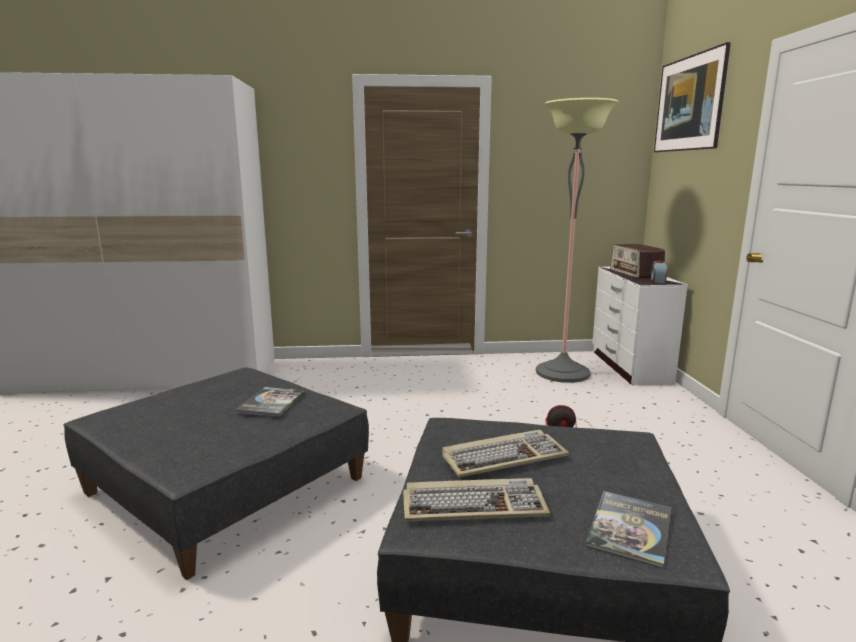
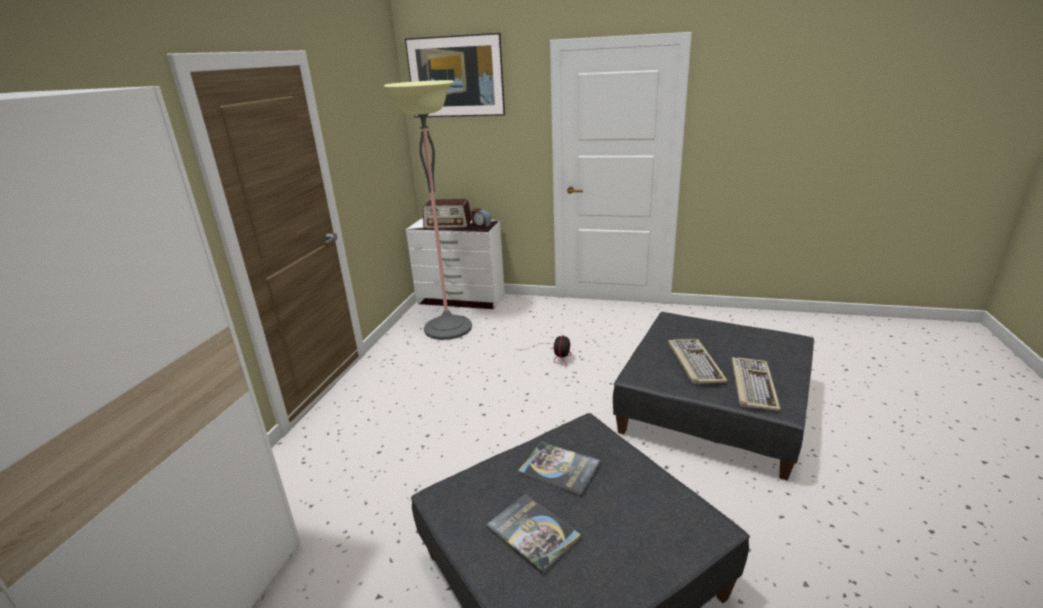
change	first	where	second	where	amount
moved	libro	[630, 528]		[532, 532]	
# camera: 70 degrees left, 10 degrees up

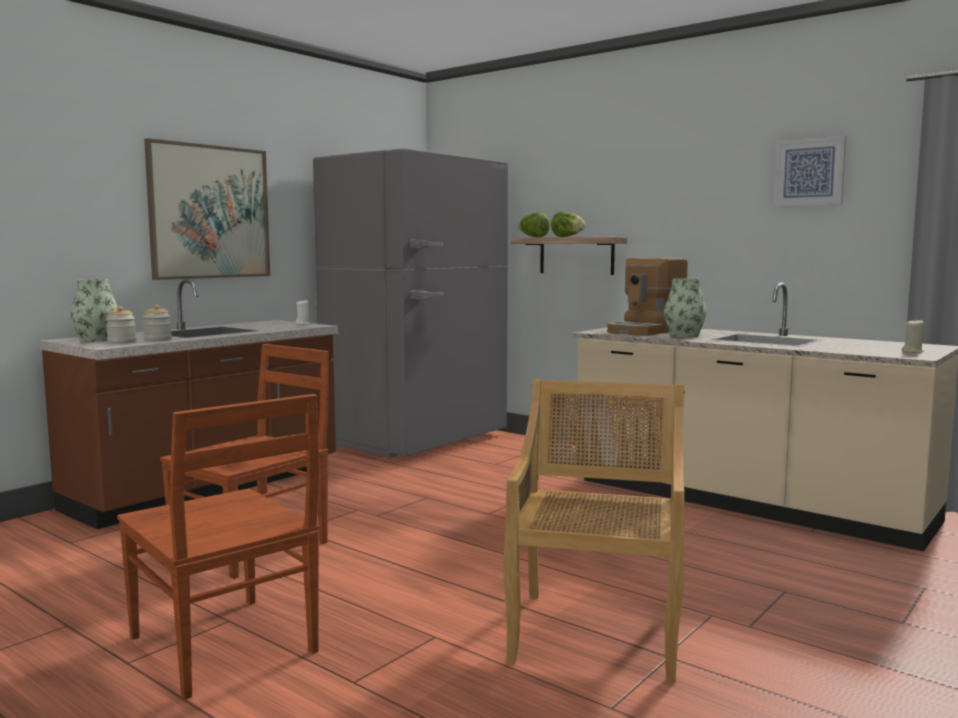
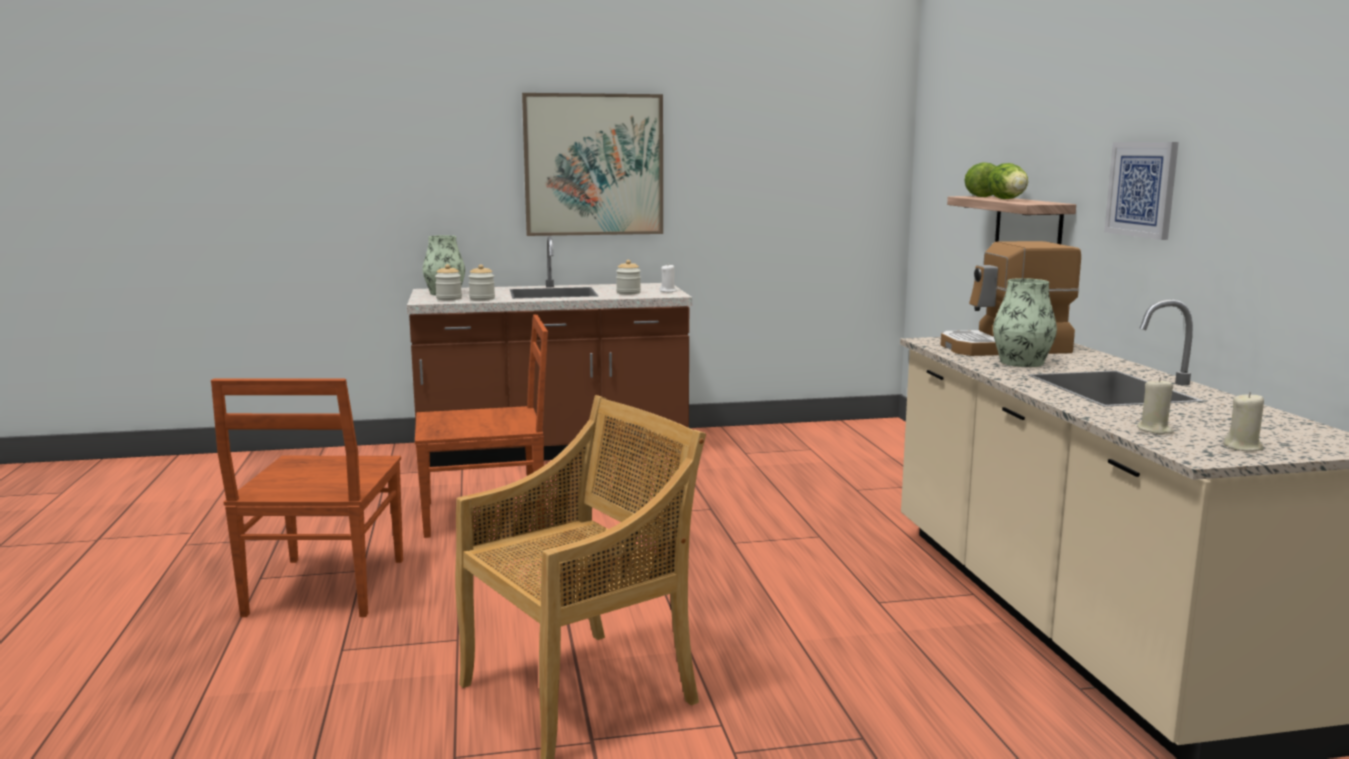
change	first	where	second	where	amount
moved	cuadro	[809, 172]		[1142, 189]	
removed	nevera (gris)	[417, 440]			
added			tarro	[628, 293]	
added			vela (beis)	[1154, 430]	
# camera: 40 degrees right, 5 degrees up

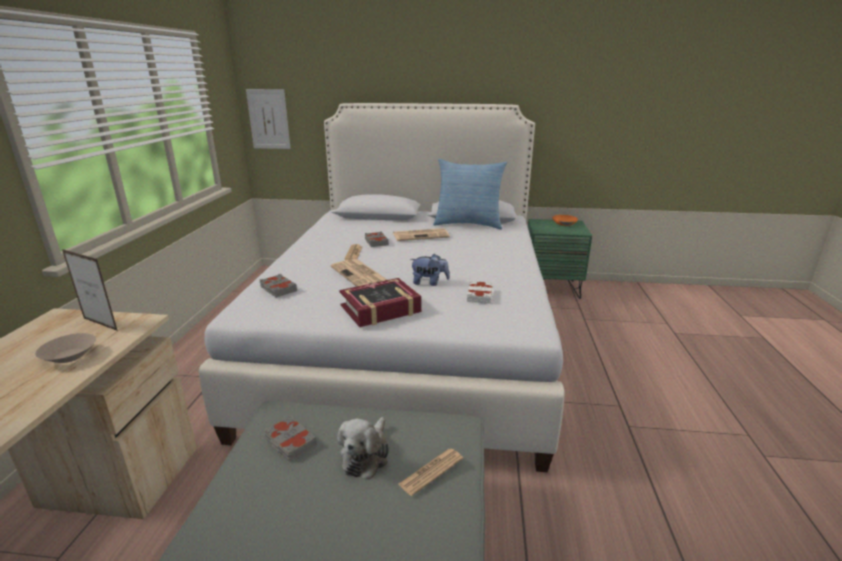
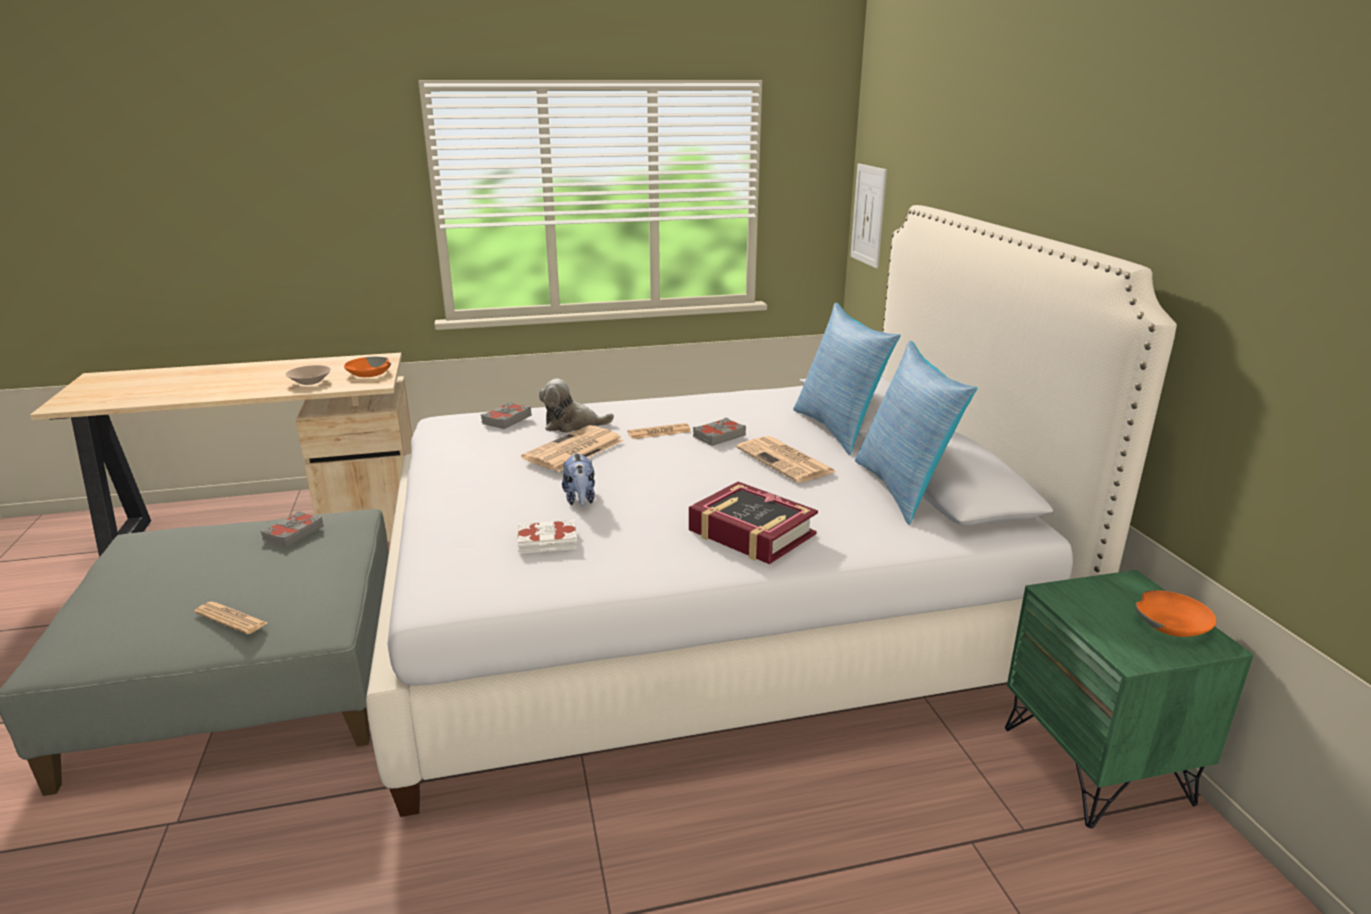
change	first	where	second	where	amount
replaced	portarretratos	[100, 324]	cuenco (naranja)	[369, 373]	
moved	libro	[380, 309]		[751, 533]	
moved	peluche	[366, 455]		[572, 425]	
added			cojín	[839, 429]	
# camera: 70 degrees right, 0 degrees up

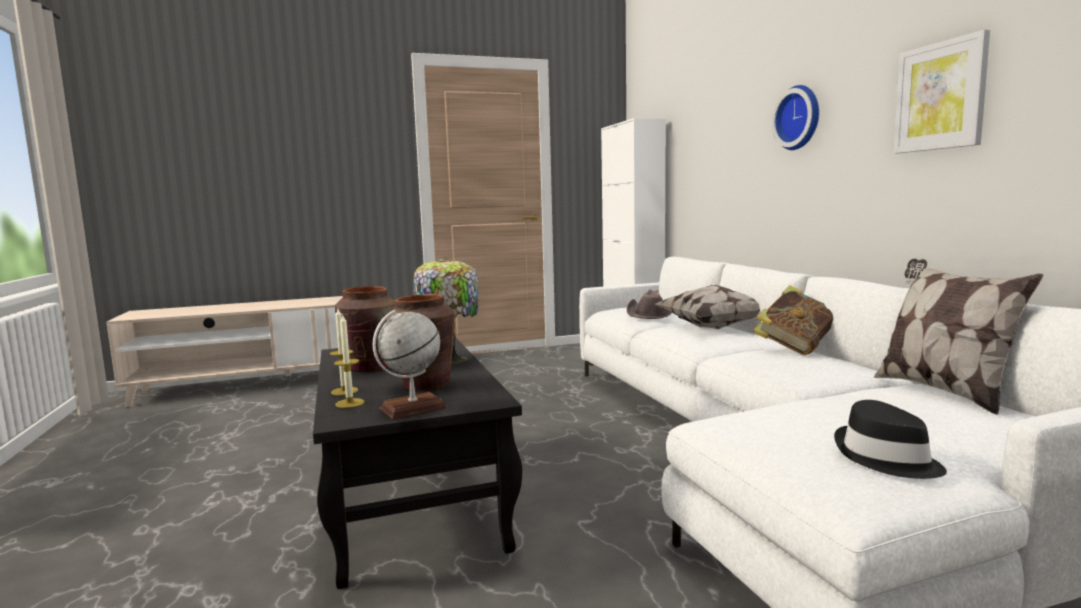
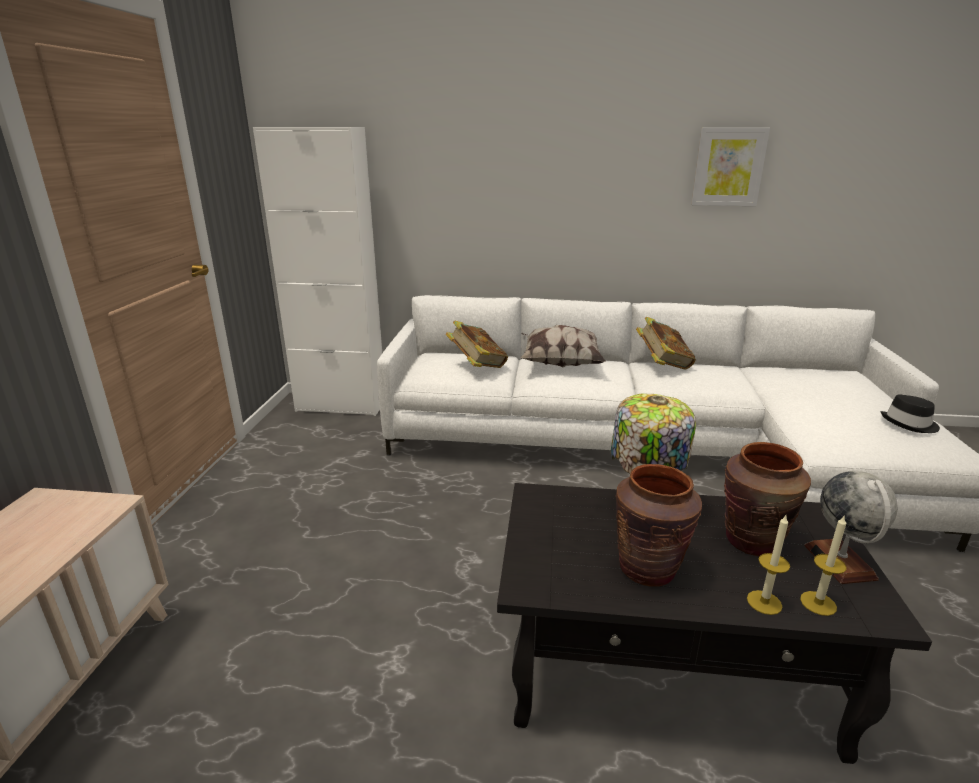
change	first	where	second	where	amount
removed	reloj de pared	[800, 118]			
removed	cojín	[943, 391]			
replaced	sombrero (marrón)	[651, 314]	libro	[477, 366]	
# camera: 65 degrees left, 15 degrees up

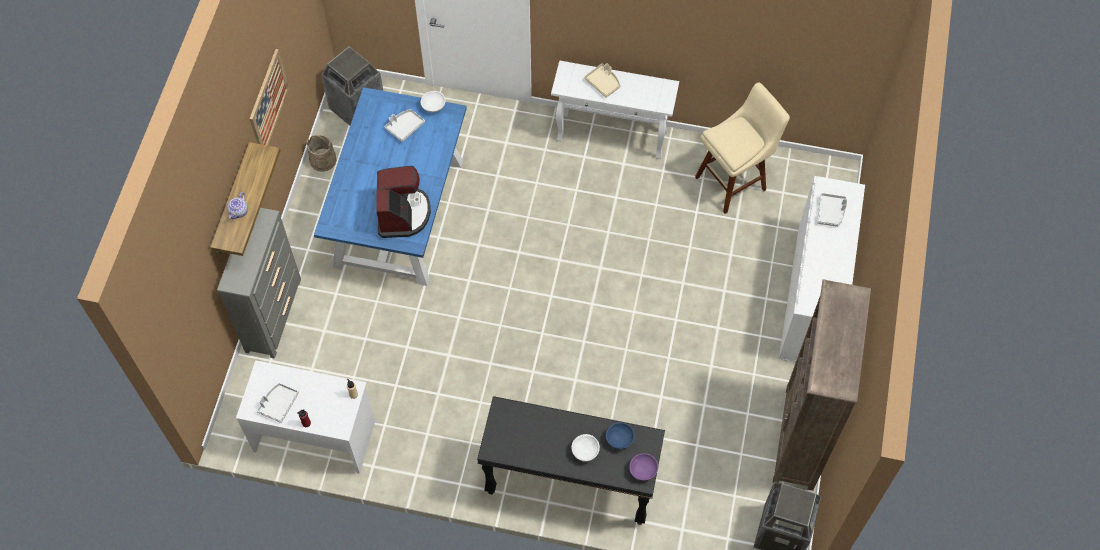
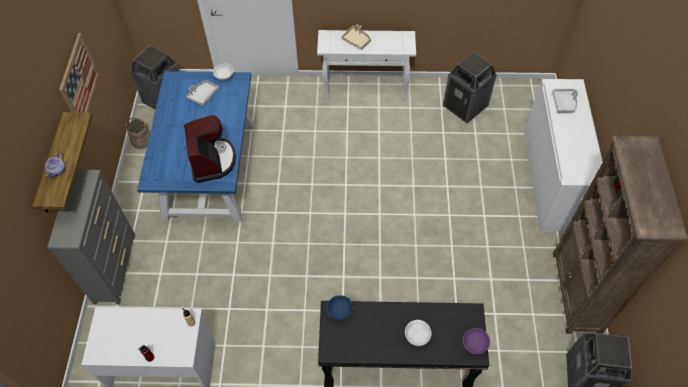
change	first	where	second	where	amount
replaced	taburete (beis)	[734, 181]	papelera	[465, 106]	
removed	bandeja (gris)	[278, 404]			
moved	cuenco (azul)	[619, 440]		[340, 312]	
# camera: 10 degrees left, 5 degrees down

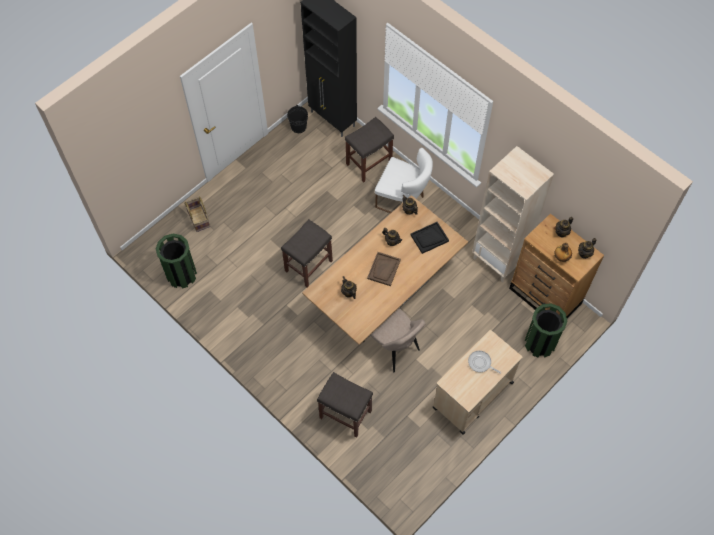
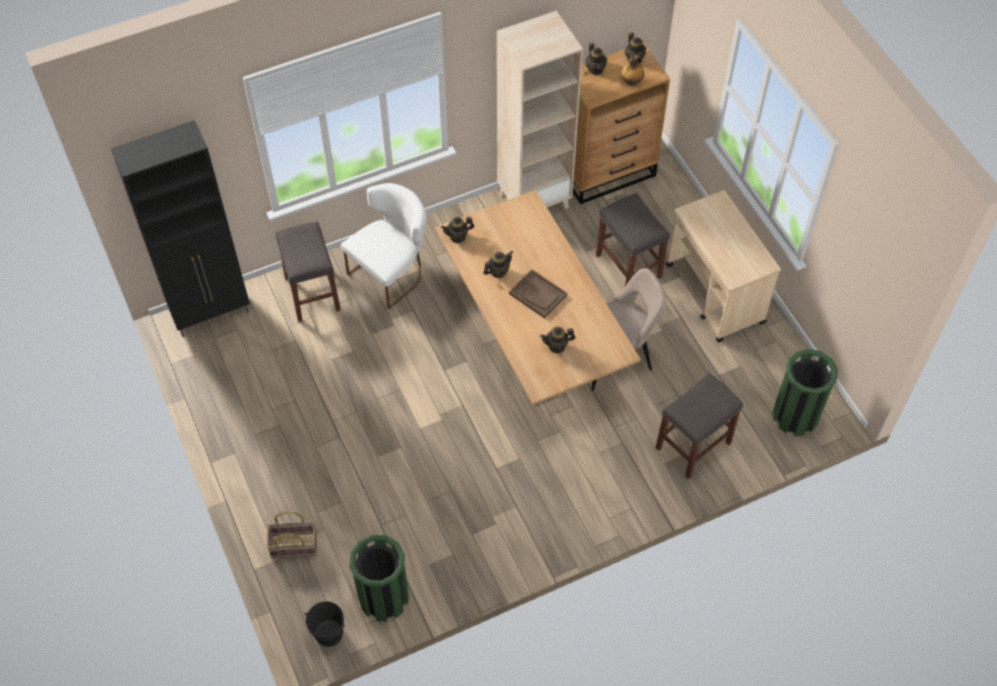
change	first	where	second	where	amount
moved	cubo (negro)	[298, 127]		[328, 633]	
moved	taburete (gris)	[308, 265]		[627, 266]	
removed	bandeja (negro)	[429, 238]			
moved	papelera (verde)	[539, 343]		[795, 416]	
removed	sartén	[481, 363]			
# camera: 70 degrees left, 5 degrees down

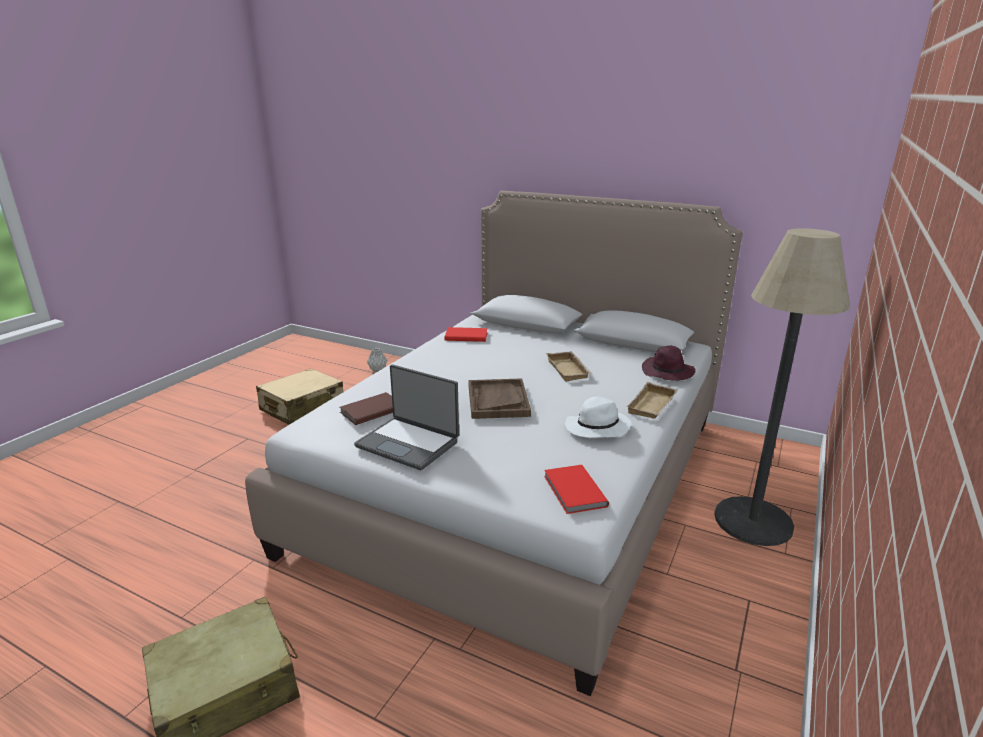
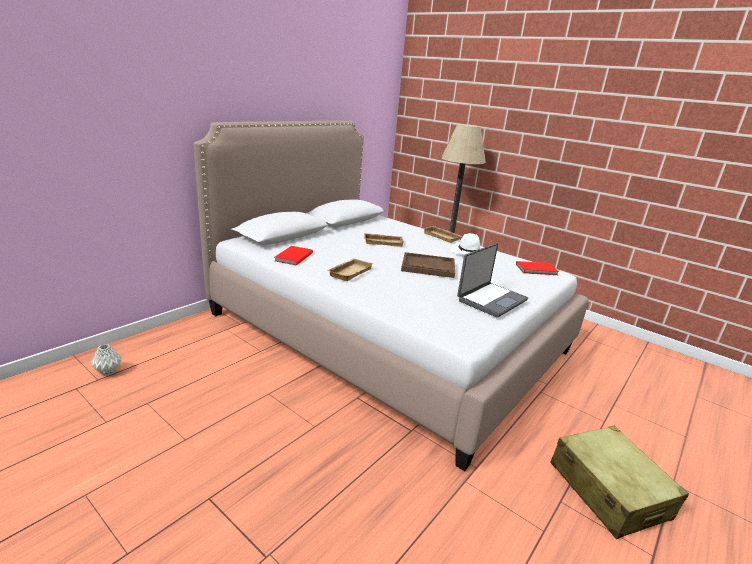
change	first	where	second	where	amount
removed	sombrero (morado)	[668, 372]			
removed	maleta (beis)	[302, 408]			
removed	libro (marrón)	[370, 410]			
added			bandeja (beis)	[349, 272]	
# camera: 80 degrees left, 0 degrees up

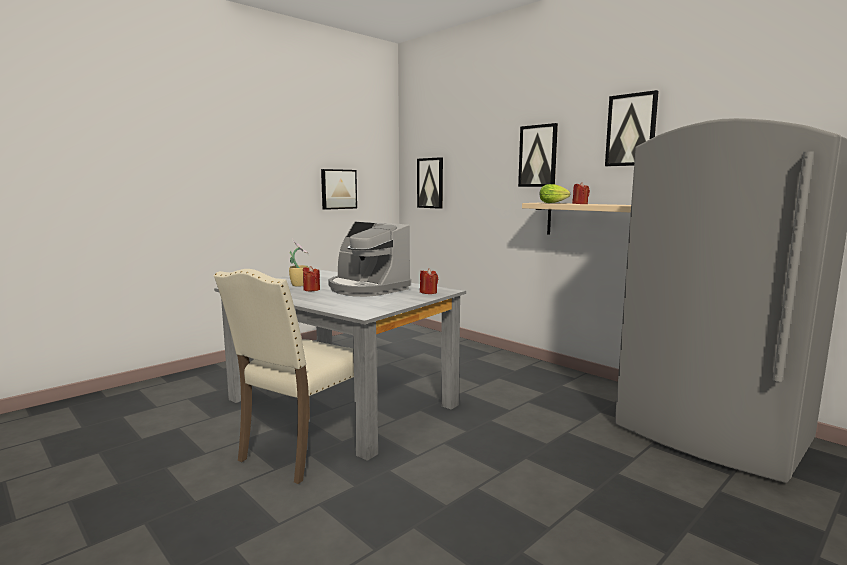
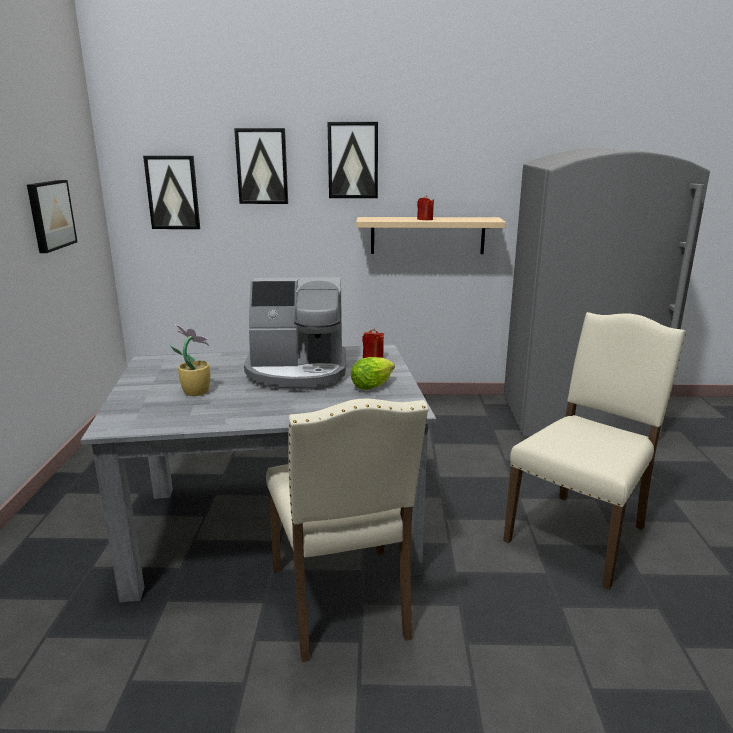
change	first	where	second	where	amount
moved	cuadro	[631, 130]		[262, 166]	
moved	lechuga	[554, 203]		[374, 385]	
removed	vela (rojo)	[311, 289]			
added			silla (beis)	[580, 534]	
# camera: 45 degrees left, 10 degrees up

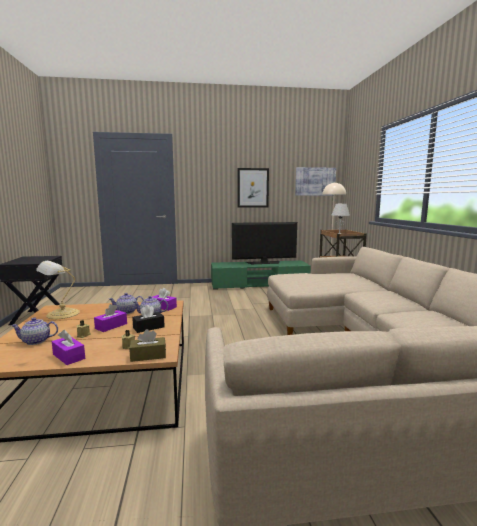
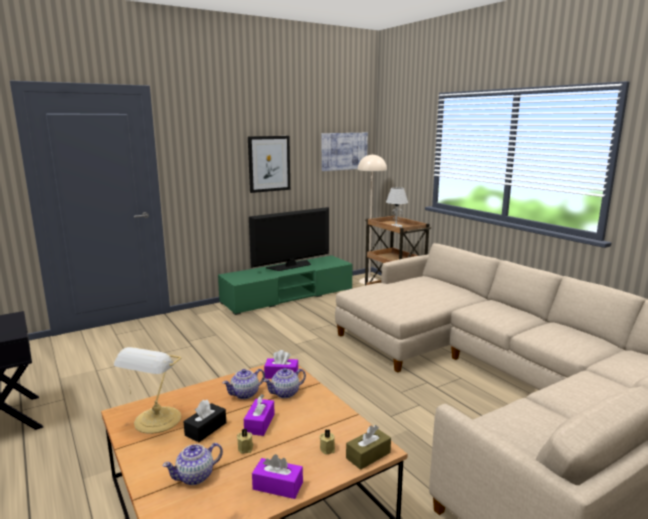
change	first	where	second	where	amount
moved	caja de pañuelos (negro)	[148, 327]		[206, 429]	
# camera: 25 degrees left, 5 degrees up

